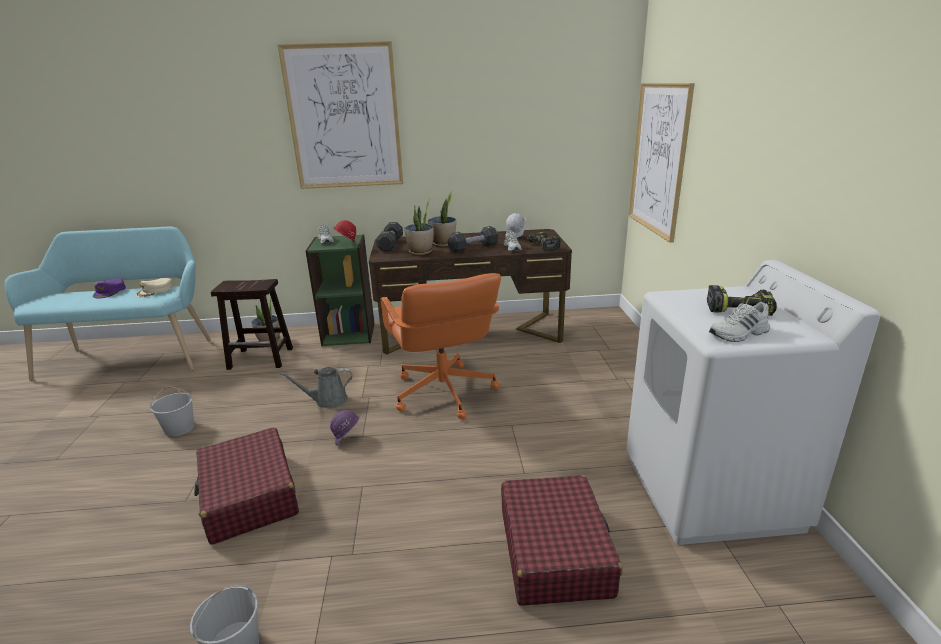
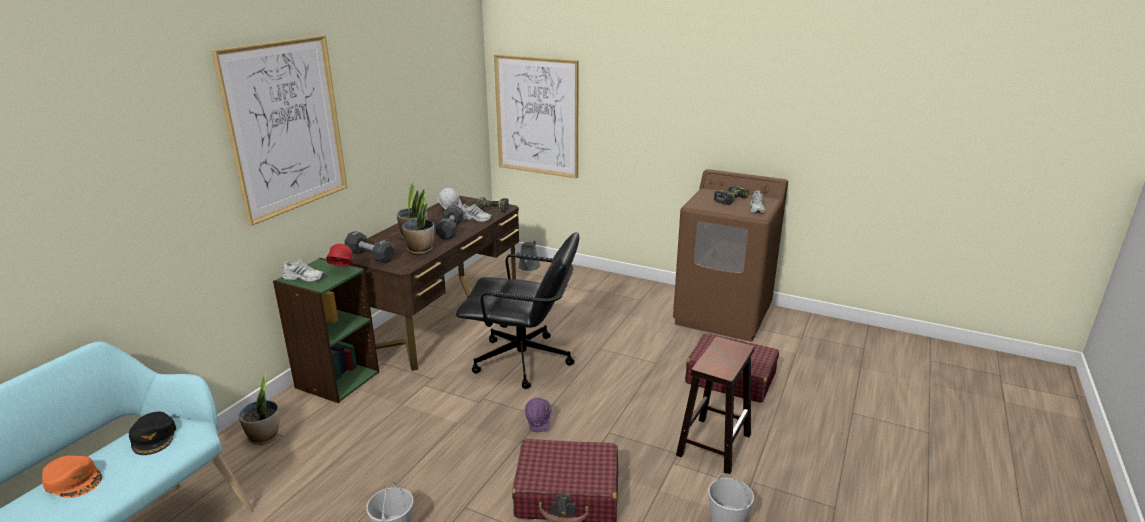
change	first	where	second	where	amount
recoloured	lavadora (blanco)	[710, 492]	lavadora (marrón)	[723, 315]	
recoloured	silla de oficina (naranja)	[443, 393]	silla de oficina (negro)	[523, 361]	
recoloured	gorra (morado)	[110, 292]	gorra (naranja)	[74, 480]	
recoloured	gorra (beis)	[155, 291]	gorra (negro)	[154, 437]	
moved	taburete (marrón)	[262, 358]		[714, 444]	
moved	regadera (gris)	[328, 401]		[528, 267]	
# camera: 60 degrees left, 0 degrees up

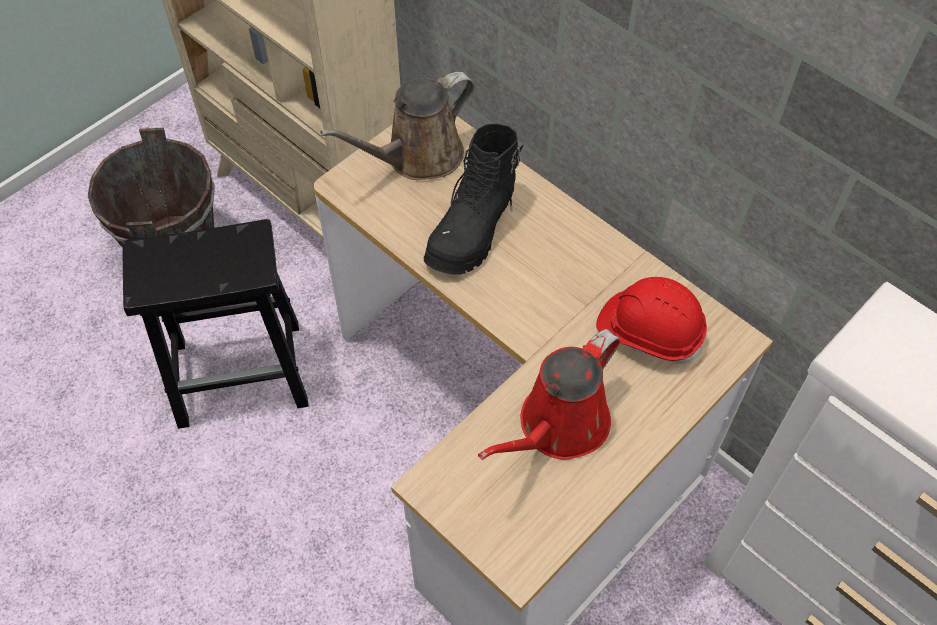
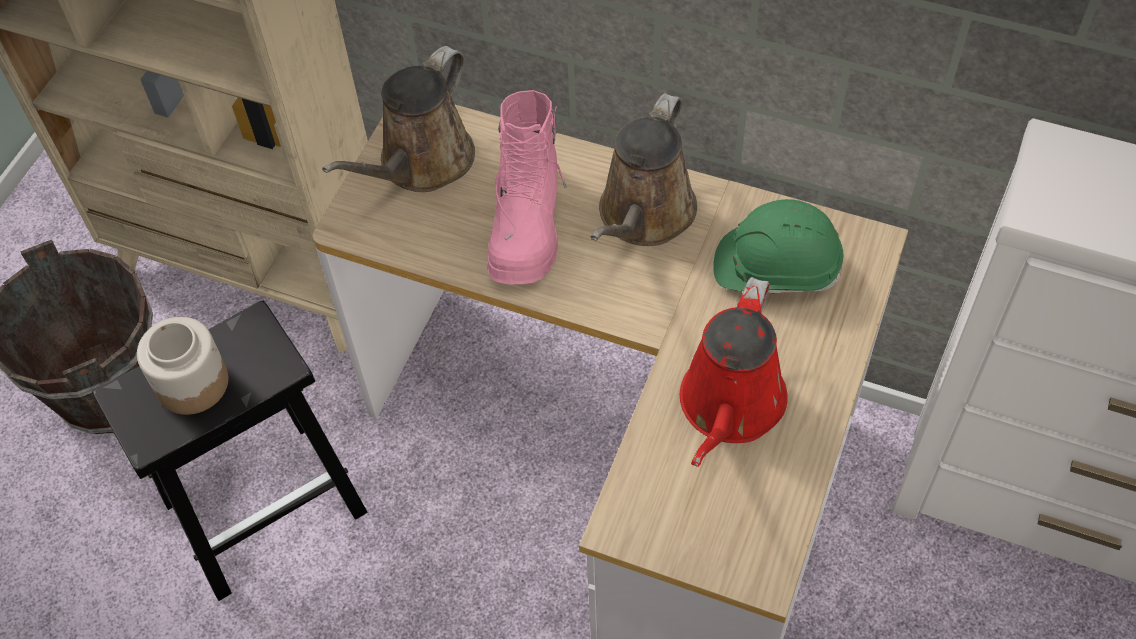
change	first	where	second	where	amount
recoloured	bota (negro)	[473, 229]	bota (rosa)	[527, 224]	
recoloured	casco (rojo)	[649, 331]	casco (verde)	[776, 267]	
added			regadera (marrón)	[643, 216]	
added			tarro	[192, 383]	
# camera: 20 degrees left, 0 degrees up

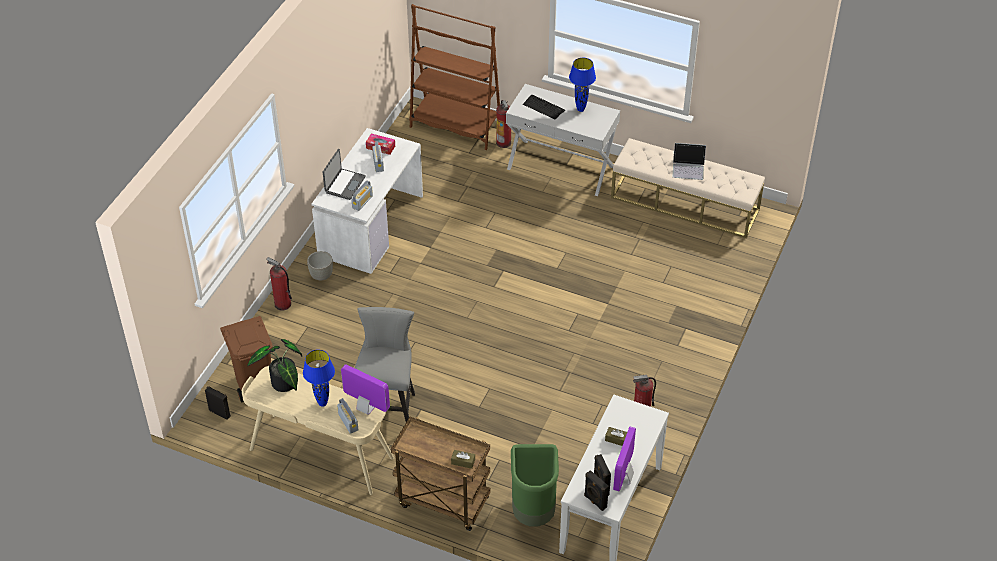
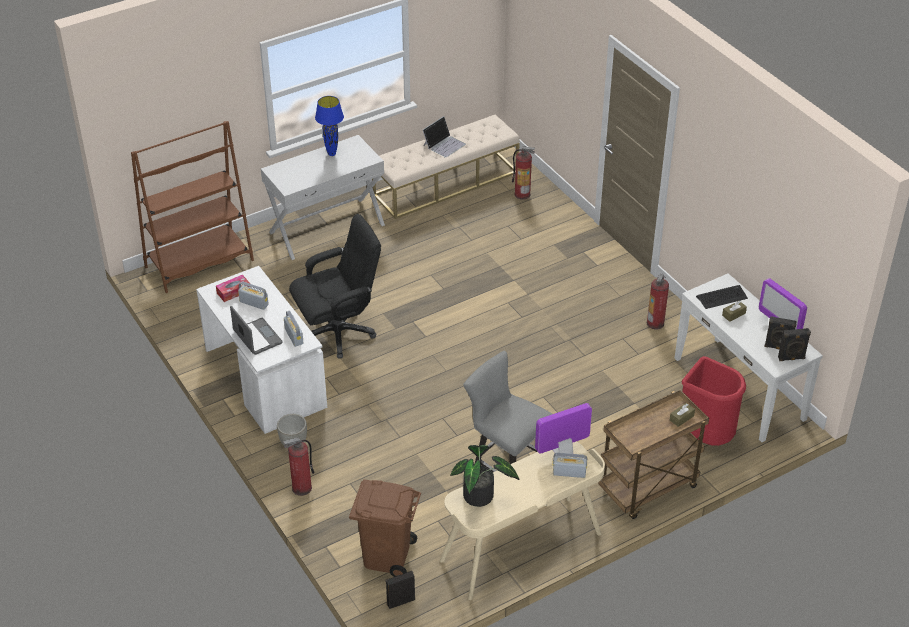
change	first	where	second	where	amount
moved	teclado	[543, 107]		[722, 297]	
moved	extintor	[504, 142]		[522, 194]	
removed	lámpara de mesa (azul)	[322, 403]			
recoloured	papelera (verde)	[533, 511]	papelera (rojo)	[705, 436]	
added			silla de oficina (negro)	[338, 332]	
# camera: 55 degrees left, 5 degrees down

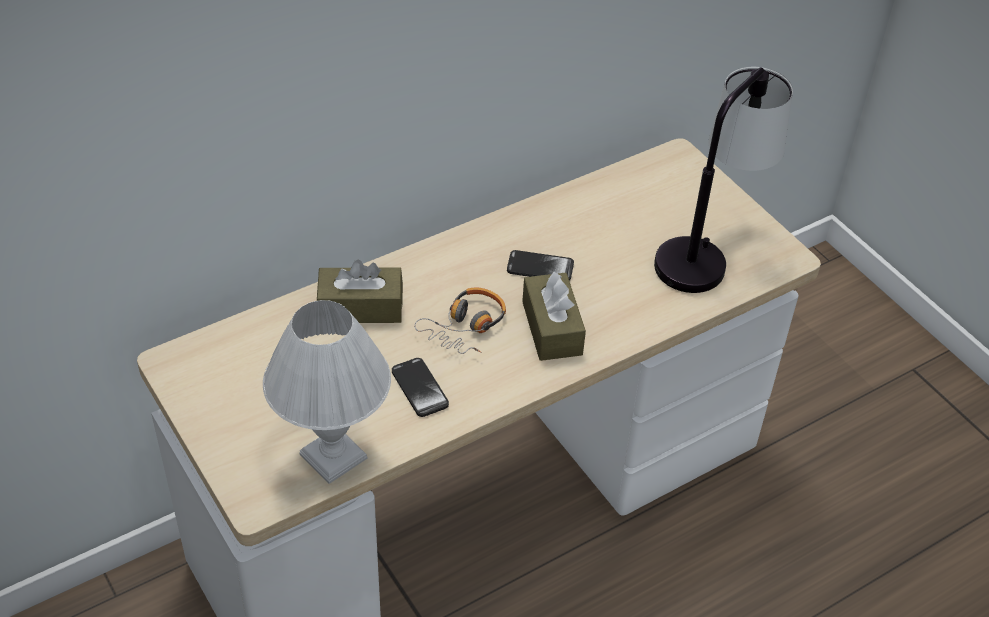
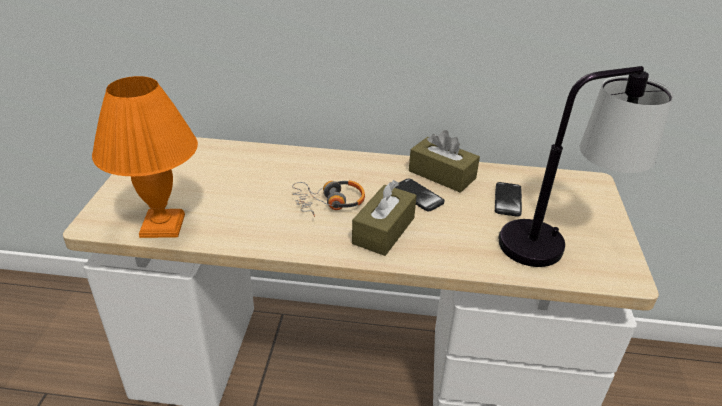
change	first	where	second	where	amount
moved	caja de pañuelos (marrón)	[360, 307]		[442, 175]	
recoloured	lámpara de mesa (blanco)	[331, 456]	lámpara de mesa (naranja)	[162, 225]	
moved	móvil	[420, 388]		[507, 200]	
# camera: 40 degrees right, 10 degrees down

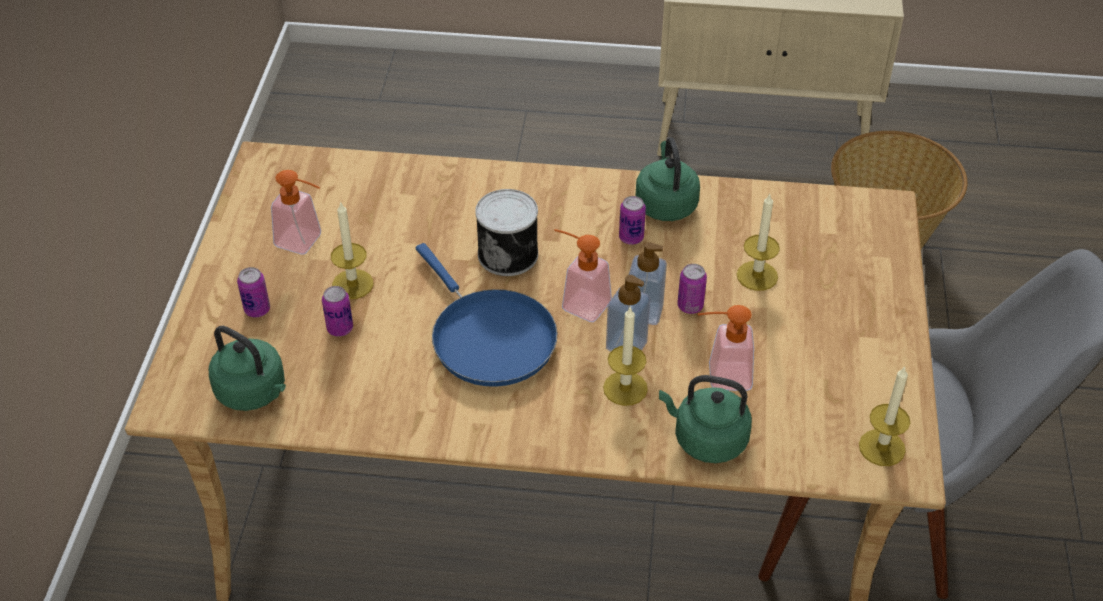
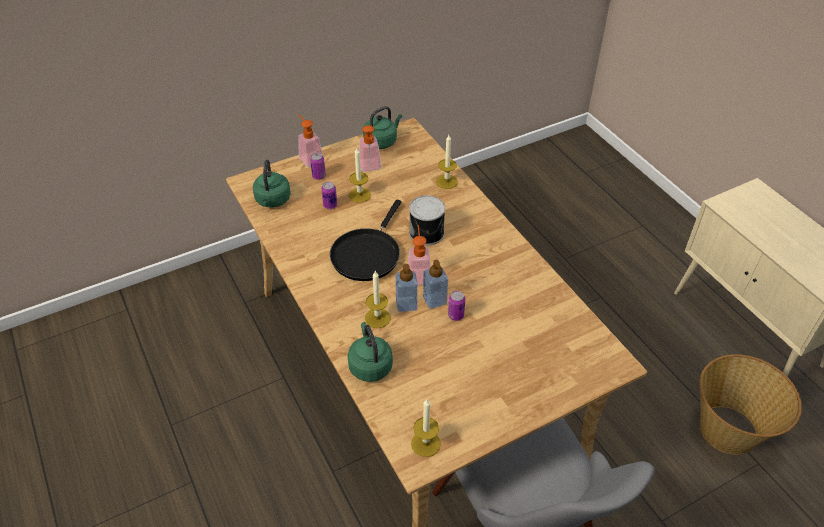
change	first	where	second	where	amount
moved	hervidor (verde)	[665, 203]		[382, 141]	
moved	vela	[757, 276]		[446, 181]	
removed	lata	[631, 238]			
recoloured	sartén (azul)	[488, 337]	sartén (negro)	[367, 254]	
moved	dispensador de jabón	[720, 376]		[309, 157]	
# camera: 55 degrees right, 0 degrees up

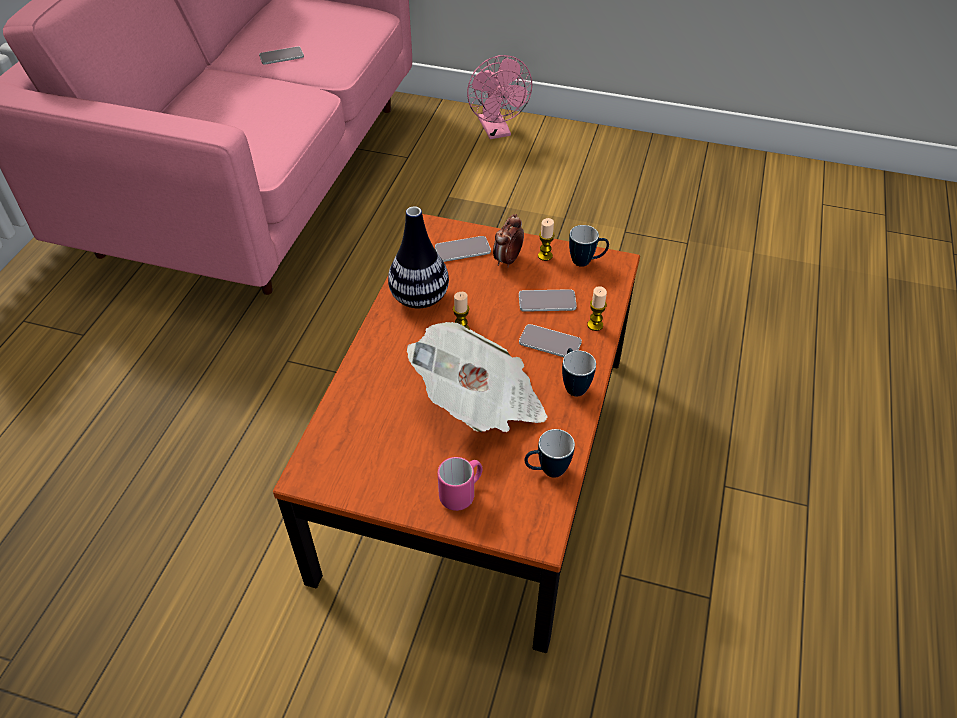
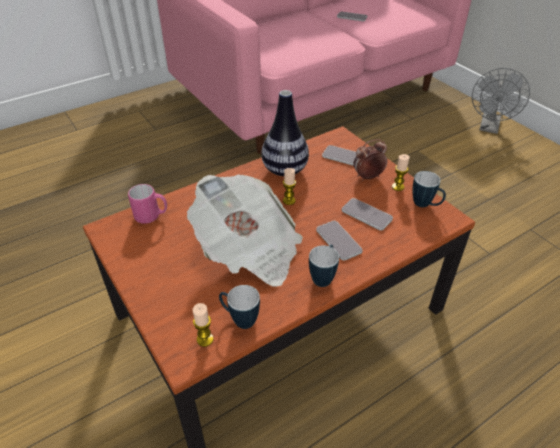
change	first	where	second	where	amount
recoloured	ventilador (rosa)	[497, 131]	ventilador (gris)	[489, 128]	
moved	vela	[595, 325]		[205, 339]	
moved	taza grande (rosa)	[462, 493]		[151, 216]	
# camera: 40 degrees right, 5 degrees down

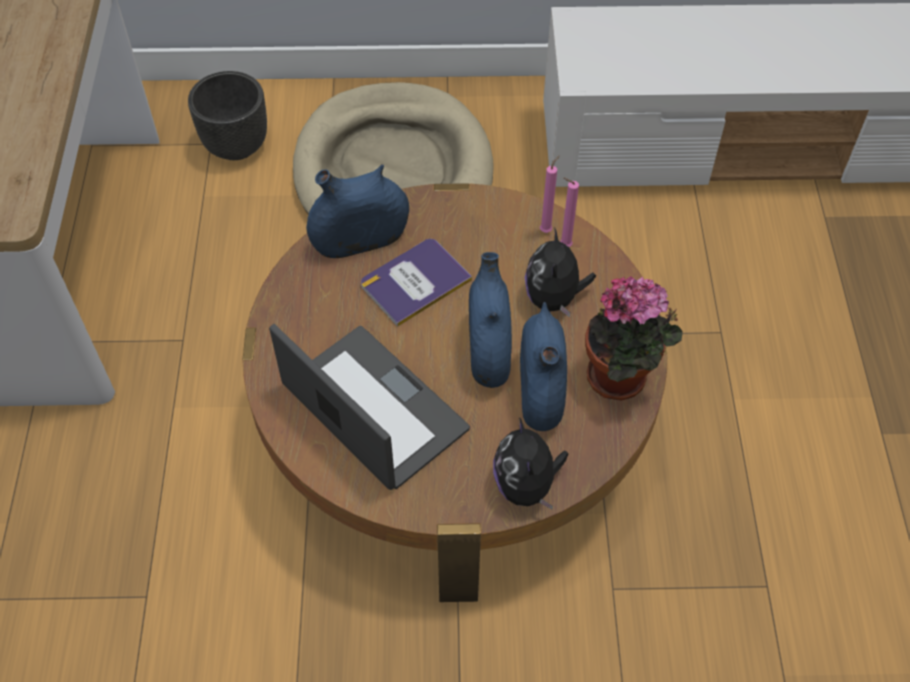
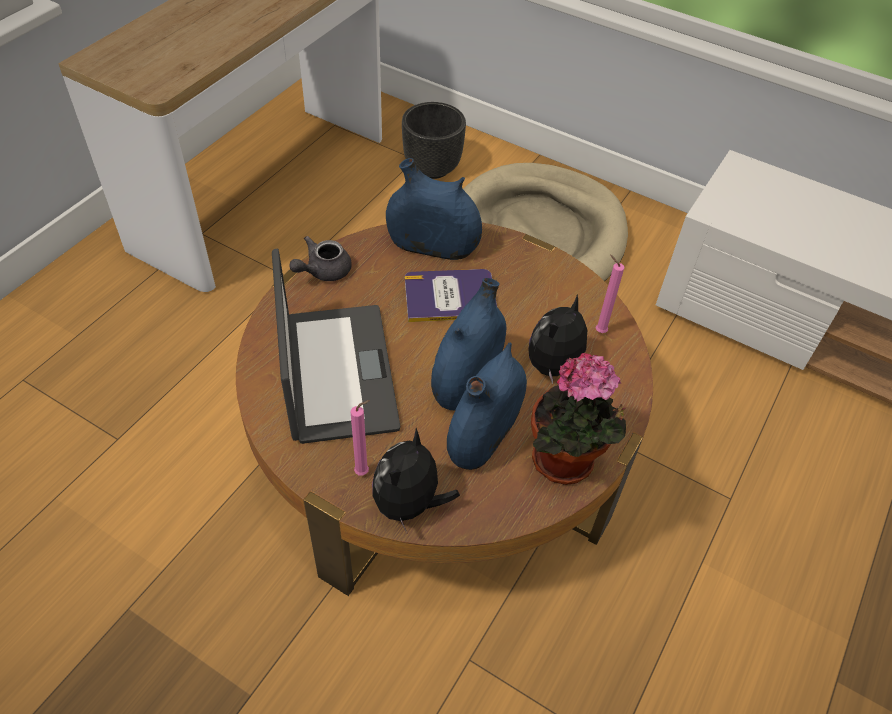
change	first	where	second	where	amount
moved	vela (rosa)	[547, 230]		[364, 472]	
added			tetera (gris)	[323, 271]	
# camera: 30 degrees right, 5 degrees down

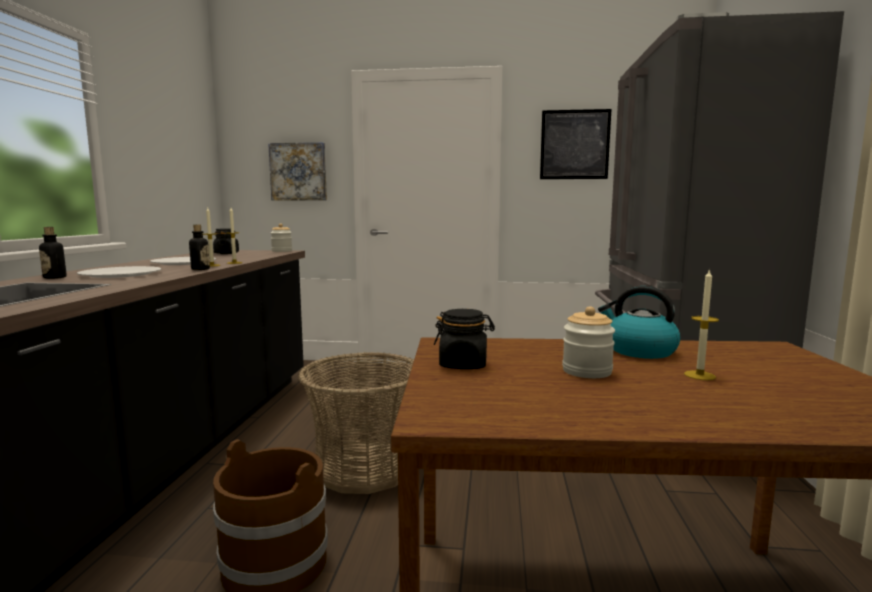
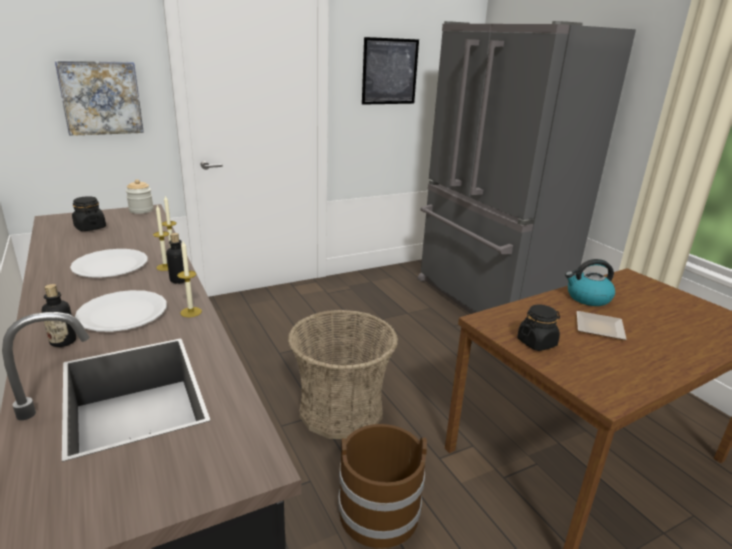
change	first	where	second	where	amount
moved	vela	[699, 375]		[191, 312]	
replaced	tarro	[587, 371]	plato	[597, 328]	
# camera: 35 degrees left, 15 degrees up

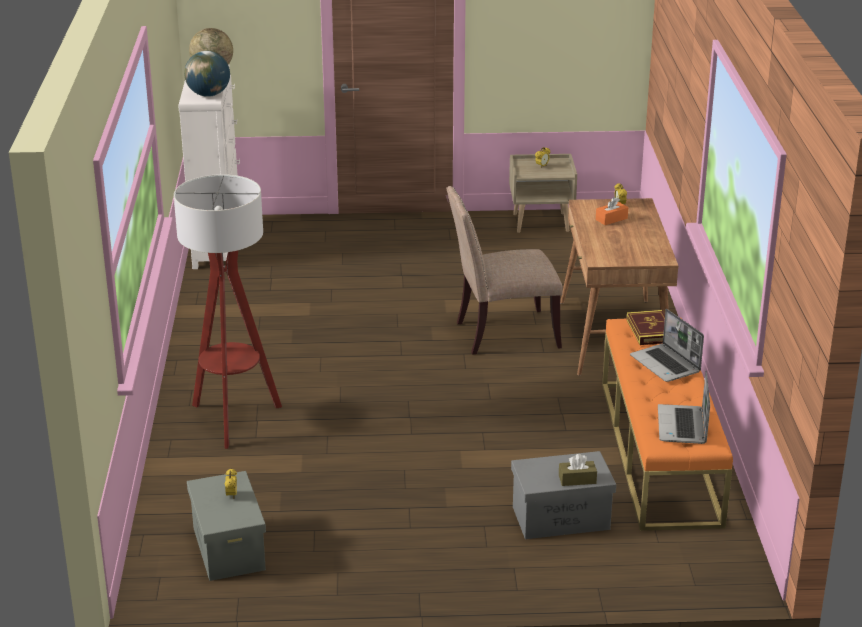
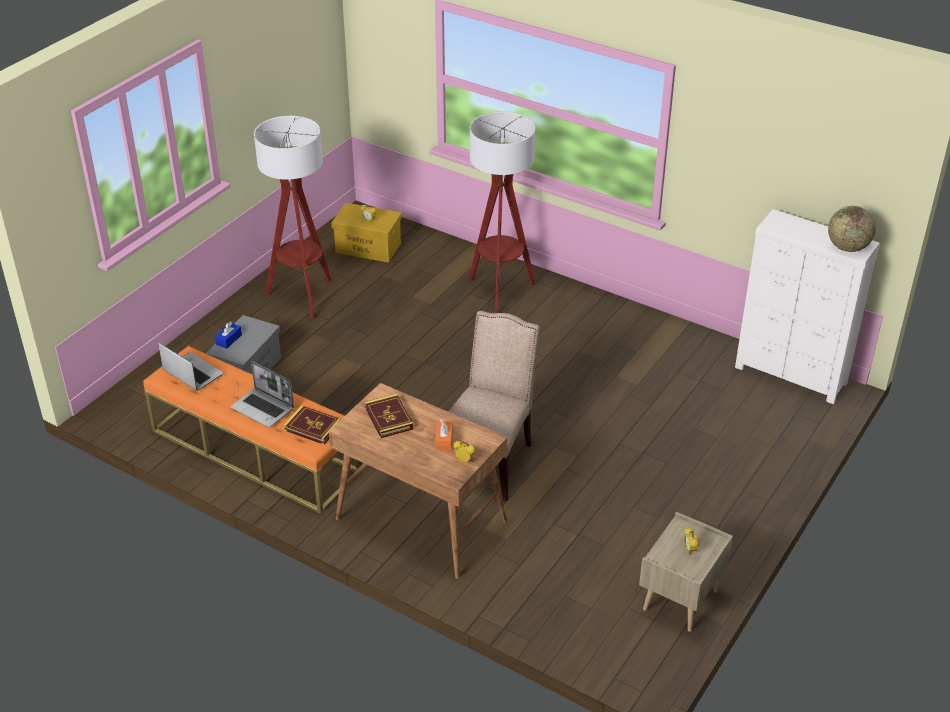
change	first	where	second	where	amount
removed	globo terráqueo	[209, 94]			
turned	portátil	[666, 364]		[263, 408]	150 degrees counterclockwise
recoloured	caja de pañuelos (marrón)	[577, 479]	caja de pañuelos (azul)	[229, 340]	
recoloured	caja de almacenaje (gris)	[228, 548]	caja de almacenaje (amarillo)	[369, 248]	
added			lámpara de pie	[303, 297]	
added			libro	[388, 418]	
# camera: 125 degrees right, 10 degrees up

